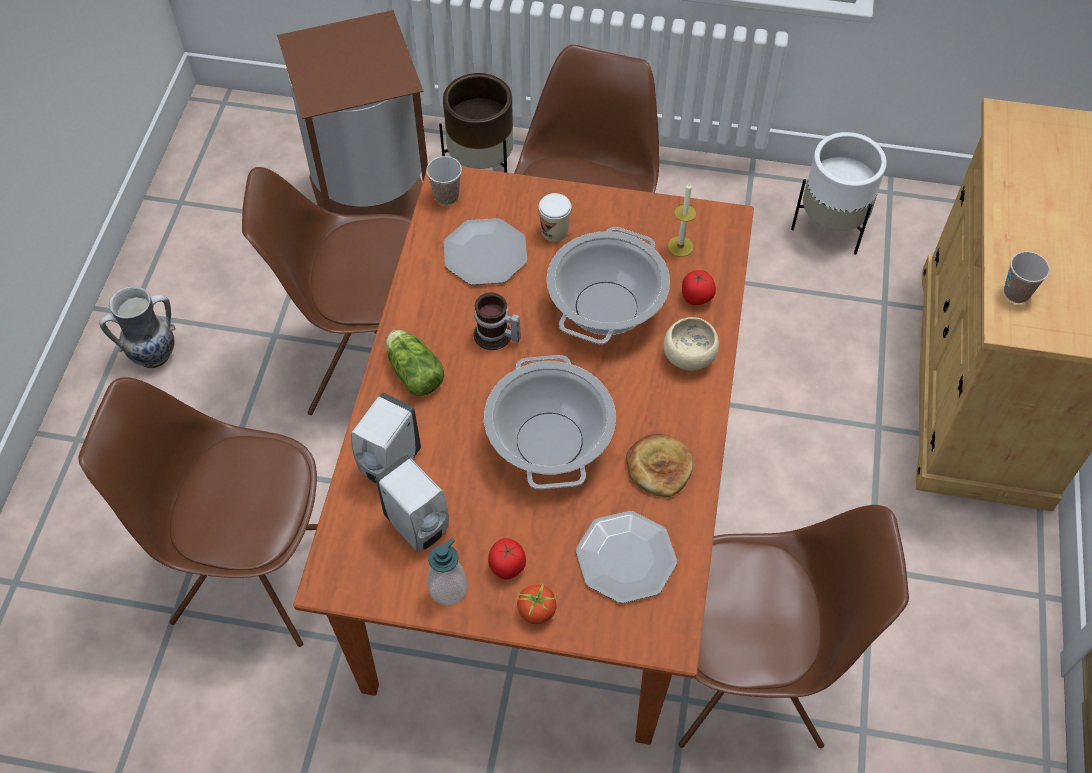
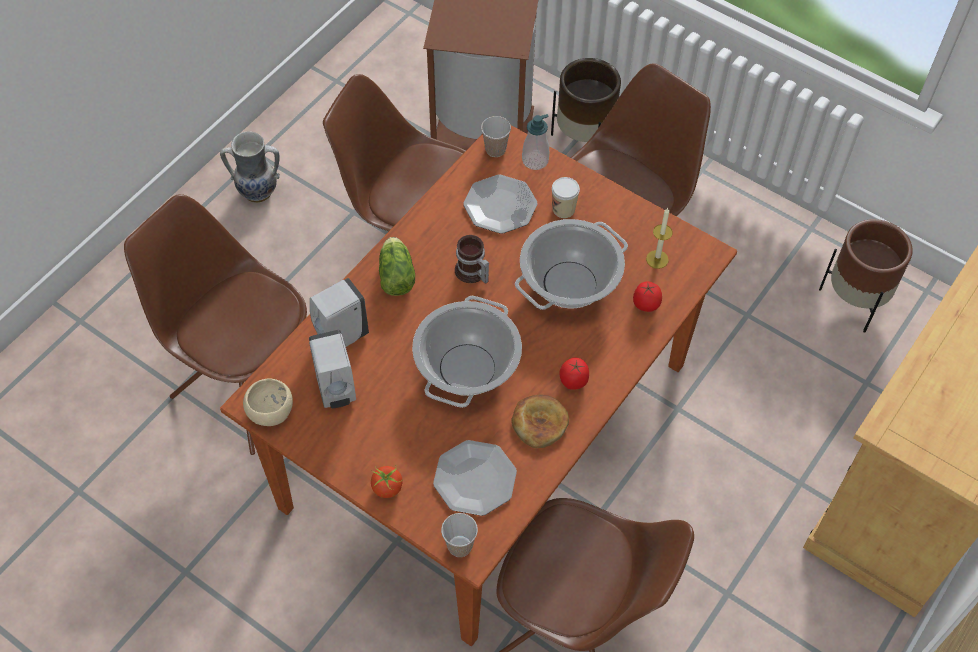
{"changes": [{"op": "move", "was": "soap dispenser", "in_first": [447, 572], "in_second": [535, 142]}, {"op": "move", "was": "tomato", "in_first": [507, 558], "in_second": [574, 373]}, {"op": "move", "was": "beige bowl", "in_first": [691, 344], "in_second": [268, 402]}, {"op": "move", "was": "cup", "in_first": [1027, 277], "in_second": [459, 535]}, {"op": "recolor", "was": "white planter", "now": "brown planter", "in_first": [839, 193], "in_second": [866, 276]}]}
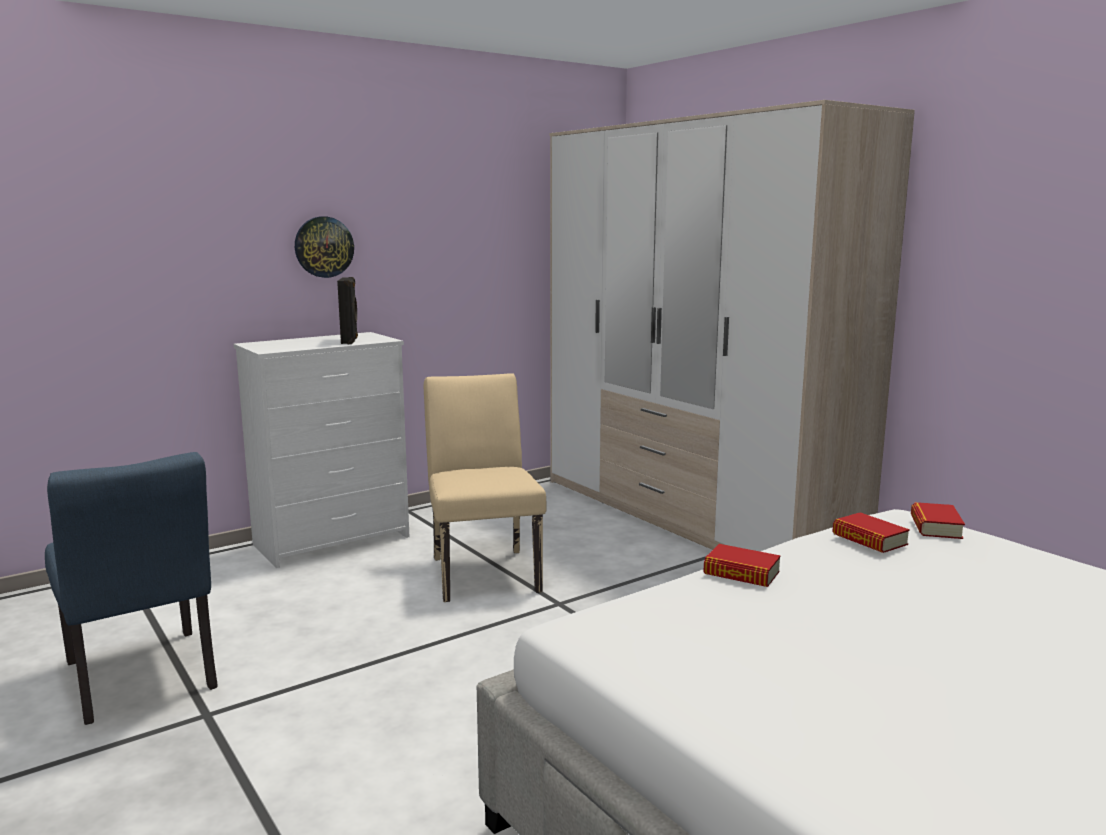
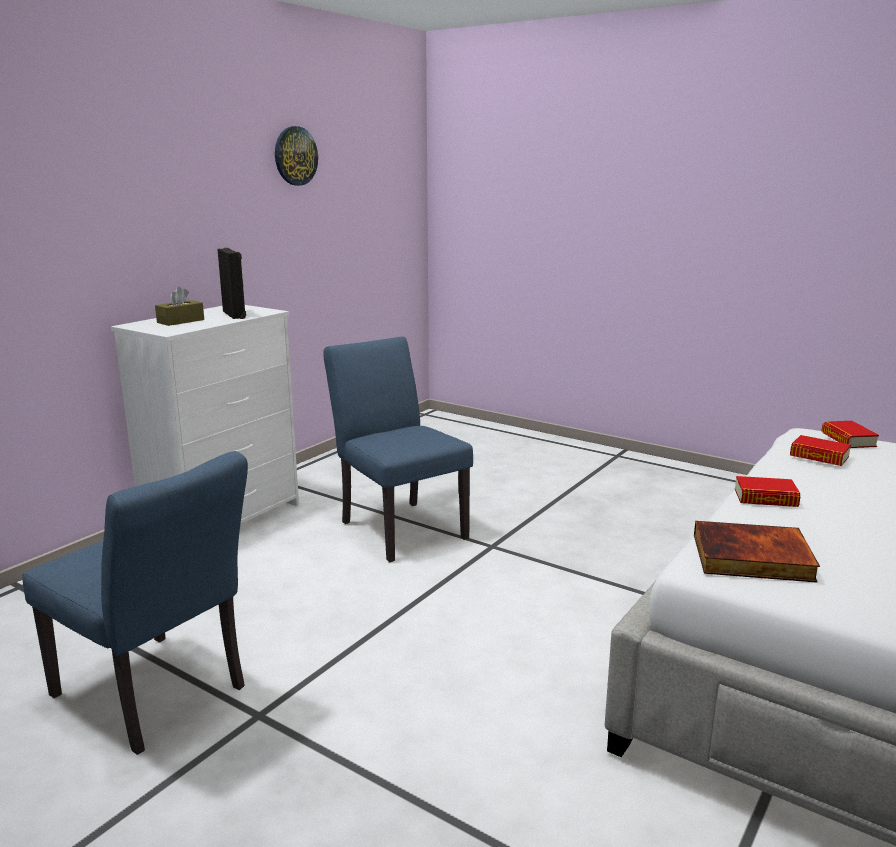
{"changes": [{"op": "delete", "was": "wardrobe", "in_first": [732, 325]}, {"op": "insert", "now": "brown tissue box", "in_second": [179, 306]}, {"op": "insert", "now": "book", "in_second": [757, 552]}, {"op": "move", "was": "wall clock", "in_first": [324, 247], "in_second": [296, 156]}, {"op": "recolor", "was": "beige chair", "now": "blue chair", "in_first": [485, 487], "in_second": [398, 449]}]}
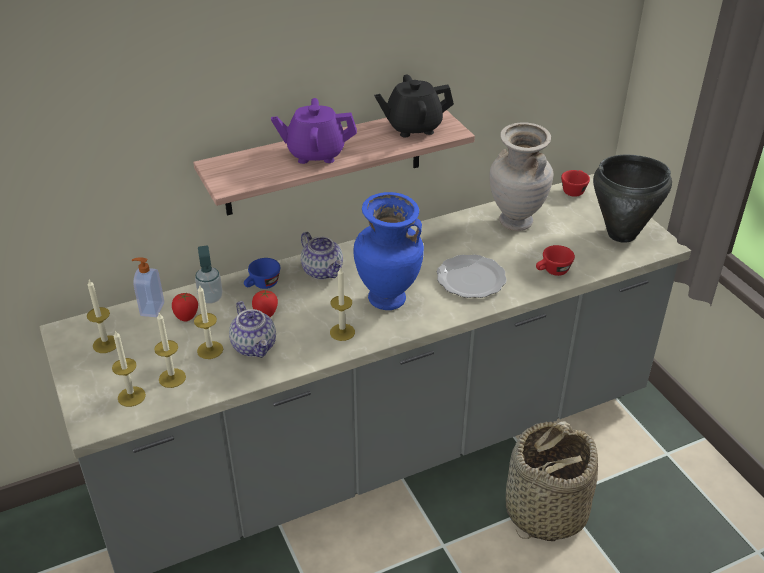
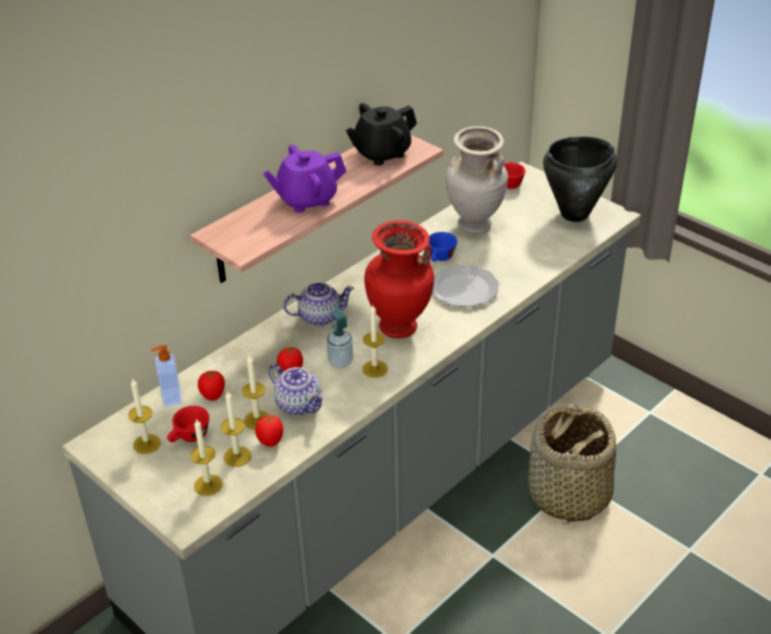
{"changes": [{"op": "insert", "now": "tomato", "in_second": [269, 431]}, {"op": "move", "was": "soap dispenser", "in_first": [209, 274], "in_second": [340, 338]}, {"op": "move", "was": "blue cup", "in_first": [262, 273], "in_second": [443, 247]}, {"op": "move", "was": "red cup", "in_first": [555, 260], "in_second": [188, 424]}, {"op": "recolor", "was": "blue vase", "now": "red vase", "in_first": [389, 251], "in_second": [399, 279]}, {"op": "rotate", "was": "teapot", "in_first": [322, 256], "in_second": [318, 304], "clockwise": -45}]}
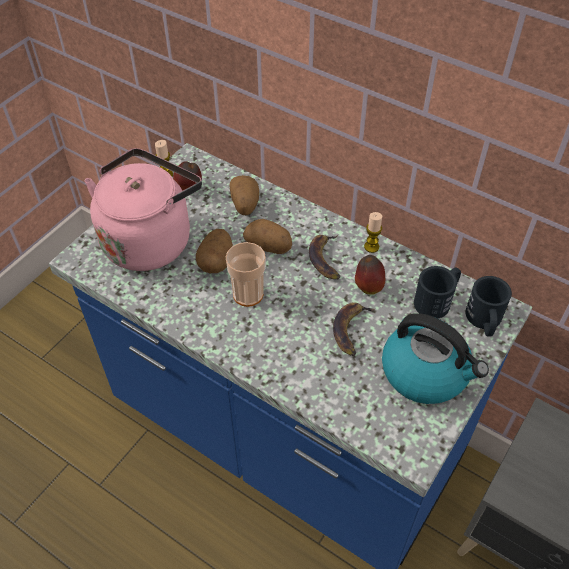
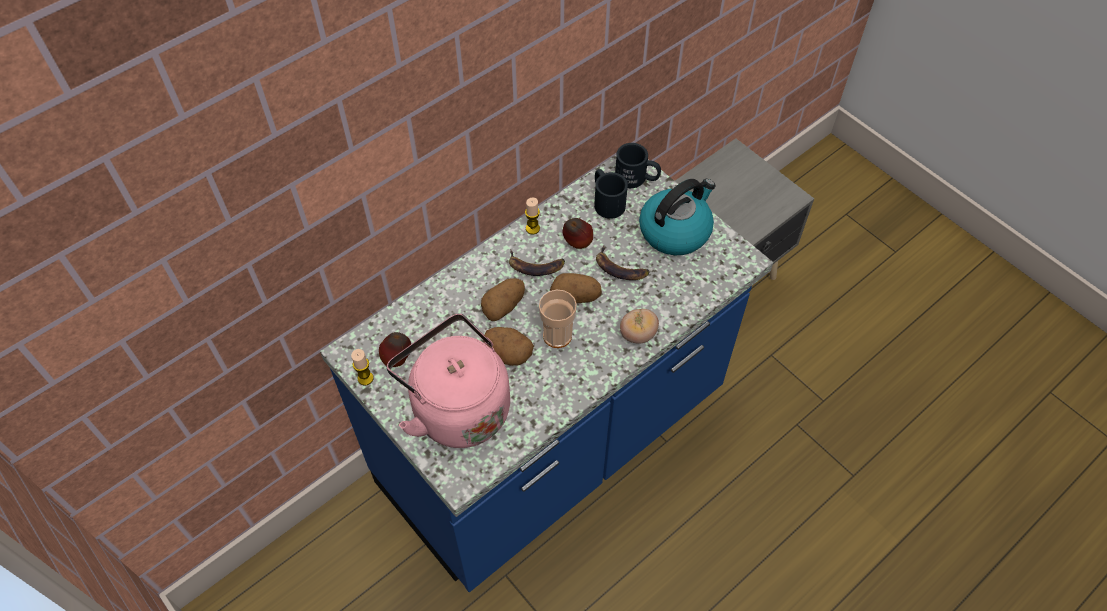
{"changes": [{"op": "insert", "now": "tomato", "in_second": [639, 326]}, {"op": "move", "was": "potato", "in_first": [244, 195], "in_second": [576, 288]}]}
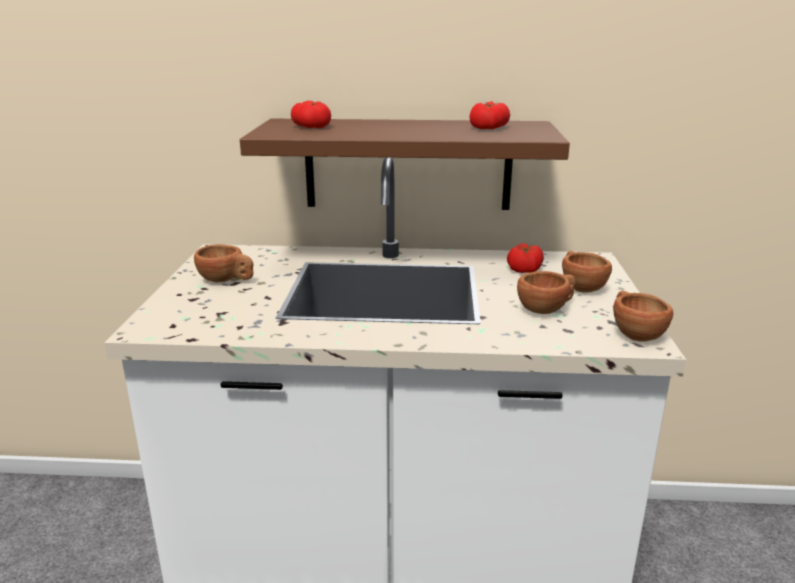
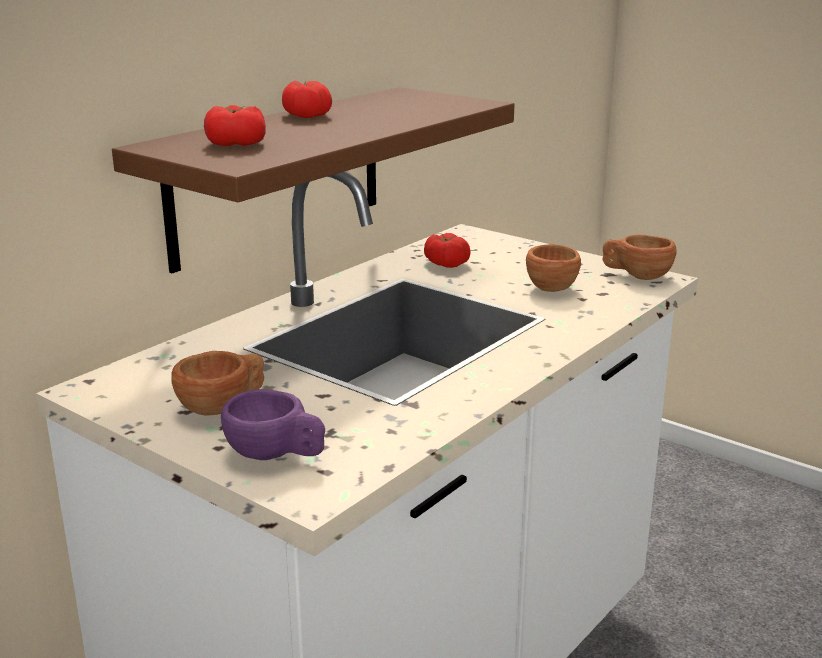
{"changes": [{"op": "delete", "was": "brown cup", "in_first": [587, 272]}, {"op": "insert", "now": "purple cup", "in_second": [273, 424]}, {"op": "move", "was": "tomato", "in_first": [489, 115], "in_second": [307, 99]}]}
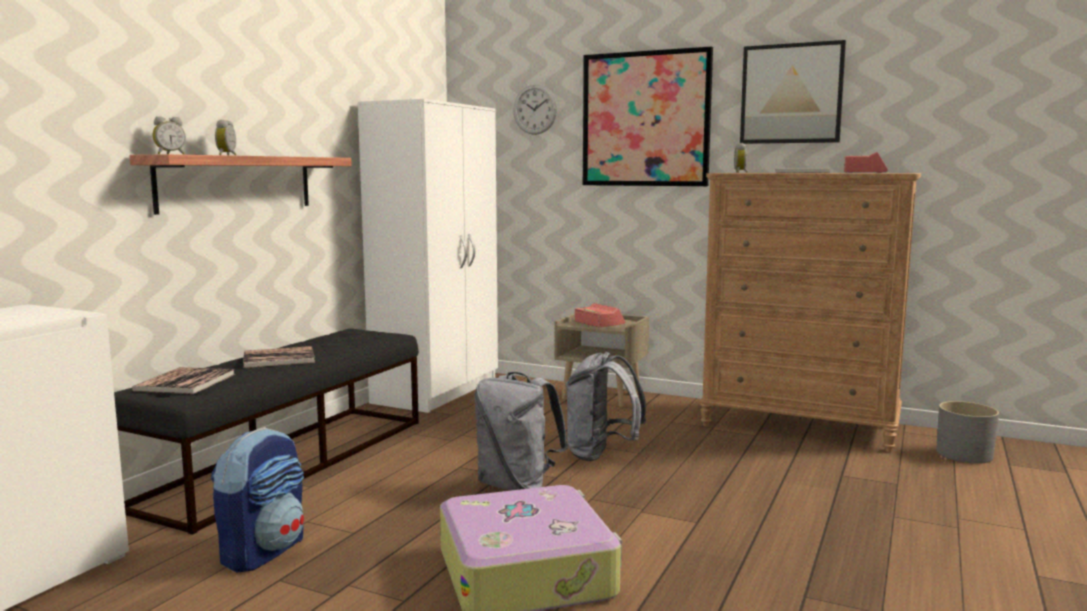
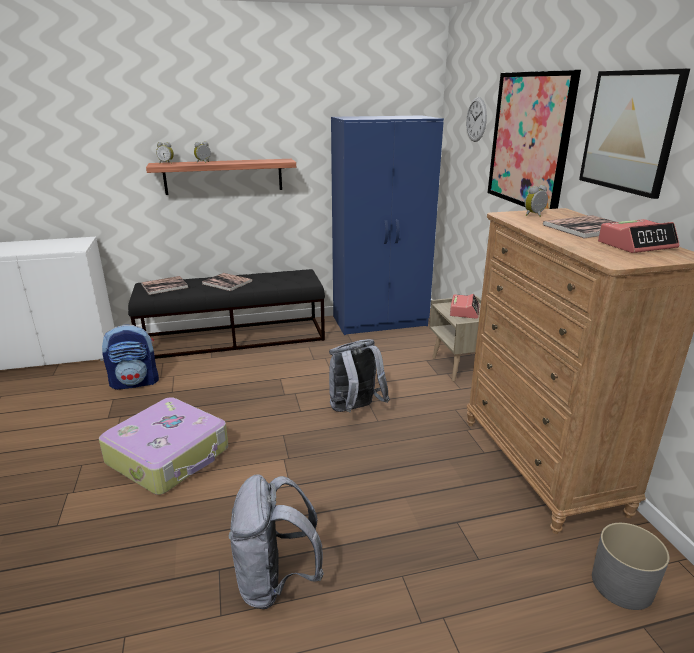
{"changes": [{"op": "move", "was": "grey backpack", "in_first": [521, 431], "in_second": [276, 541]}, {"op": "recolor", "was": "white wardrobe", "now": "blue wardrobe", "in_first": [428, 256], "in_second": [387, 225]}]}
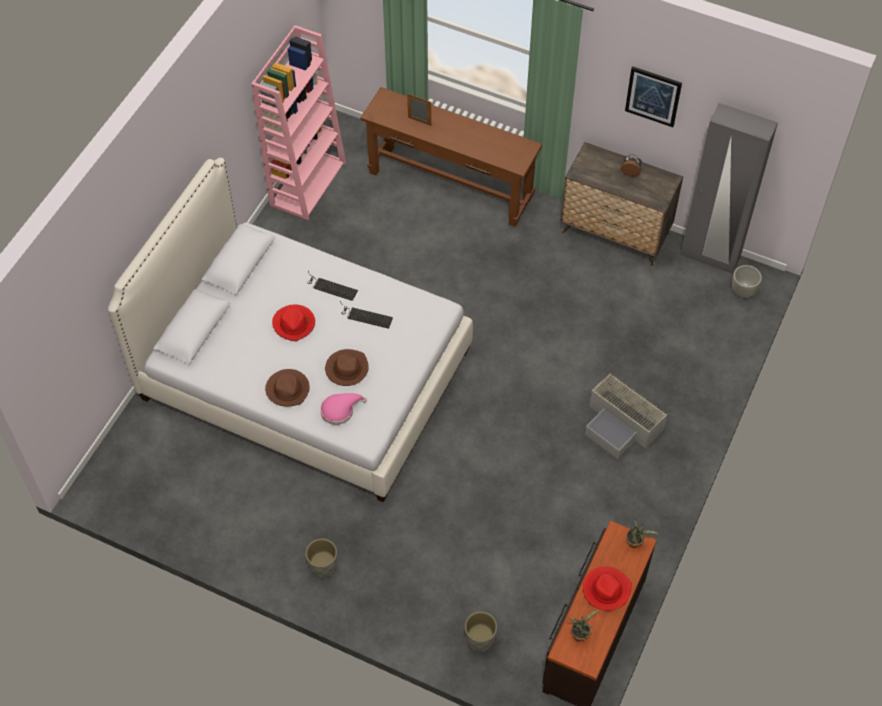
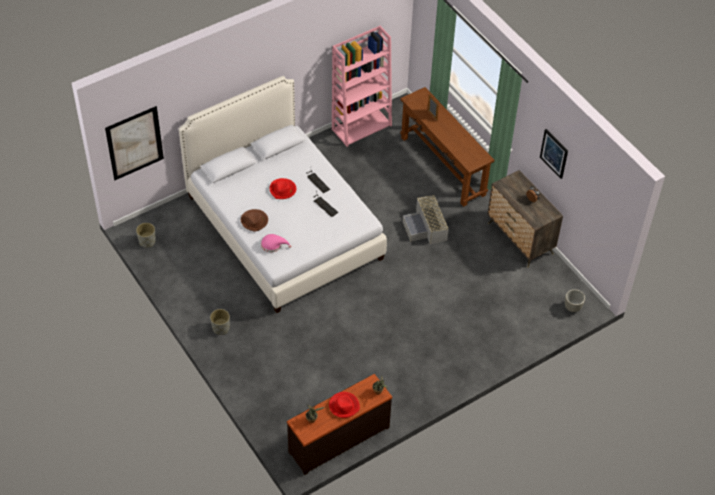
{"changes": [{"op": "delete", "was": "brown hat", "in_first": [347, 367]}, {"op": "delete", "was": "grey wardrobe", "in_first": [729, 188]}, {"op": "insert", "now": "picture", "in_second": [134, 143]}, {"op": "move", "was": "grey planter", "in_first": [481, 632], "in_second": [146, 235]}, {"op": "move", "was": "grey storage box", "in_first": [626, 416], "in_second": [426, 219]}]}
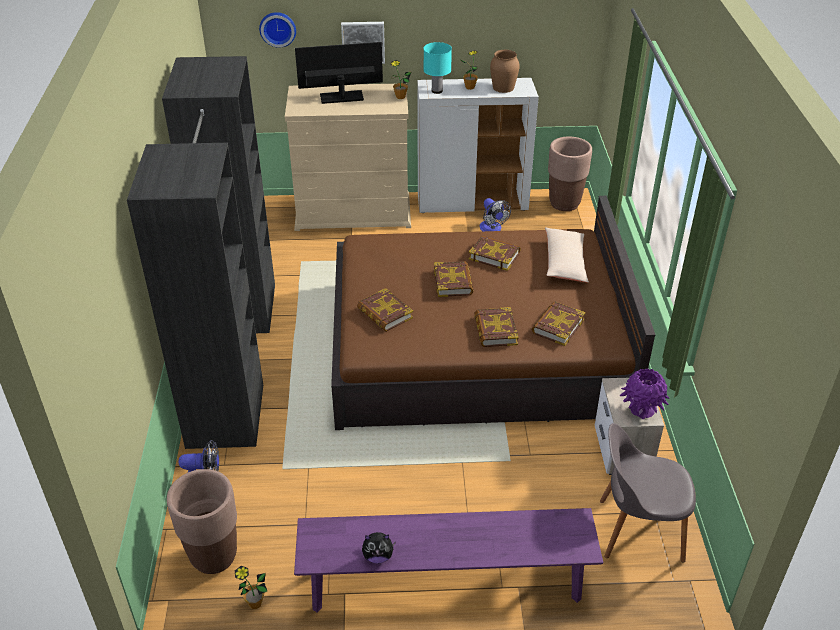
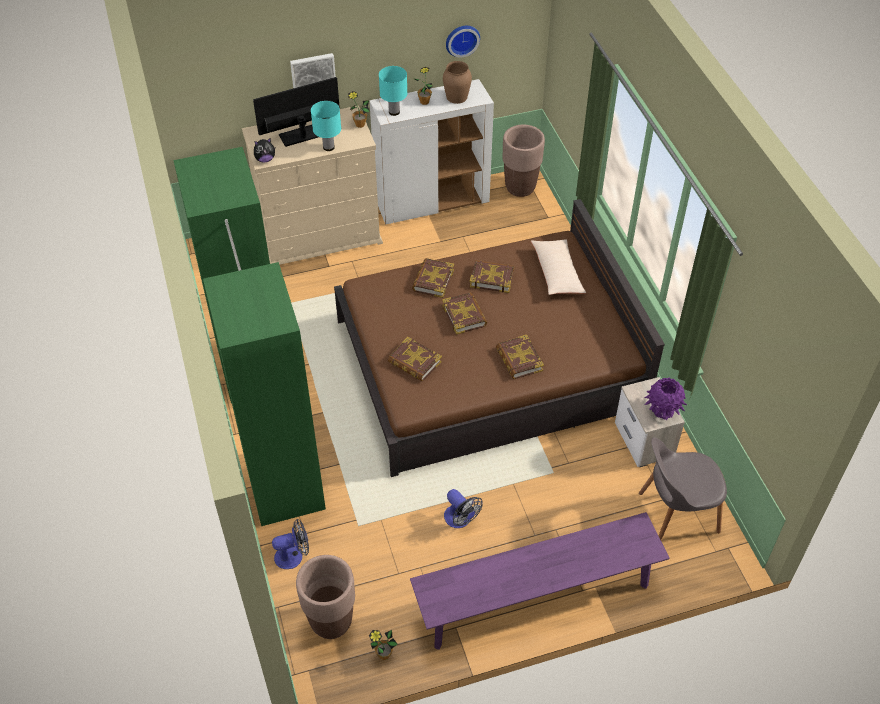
{"changes": [{"op": "insert", "now": "turquoise table lamp", "in_second": [326, 126]}, {"op": "move", "was": "wall clock", "in_first": [277, 30], "in_second": [463, 42]}, {"op": "move", "was": "plush toy", "in_first": [379, 548], "in_second": [264, 151]}, {"op": "move", "was": "fan", "in_first": [495, 214], "in_second": [463, 508]}, {"op": "move", "was": "book", "in_first": [558, 323], "in_second": [433, 278]}, {"op": "recolor", "was": "black wardrobe", "now": "green wardrobe", "in_first": [201, 252], "in_second": [249, 336]}]}
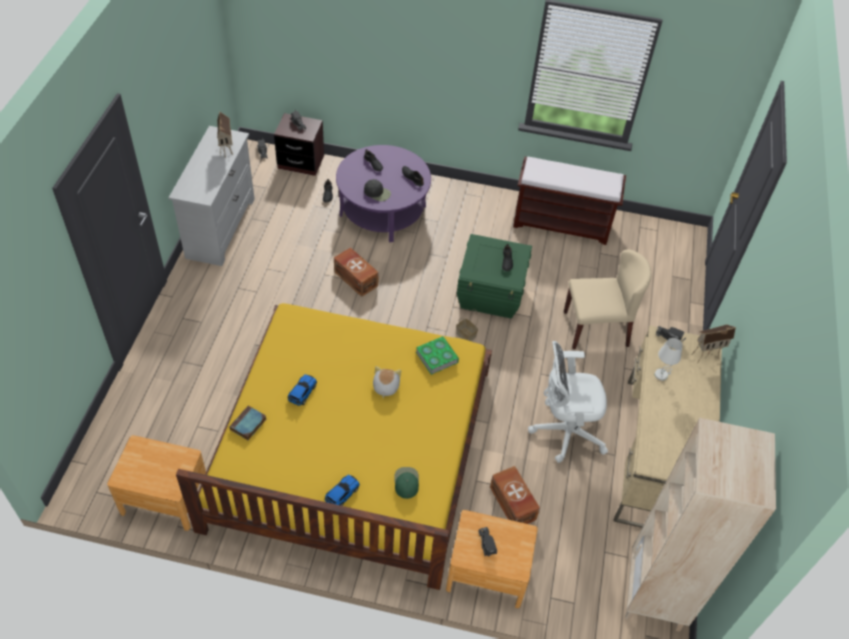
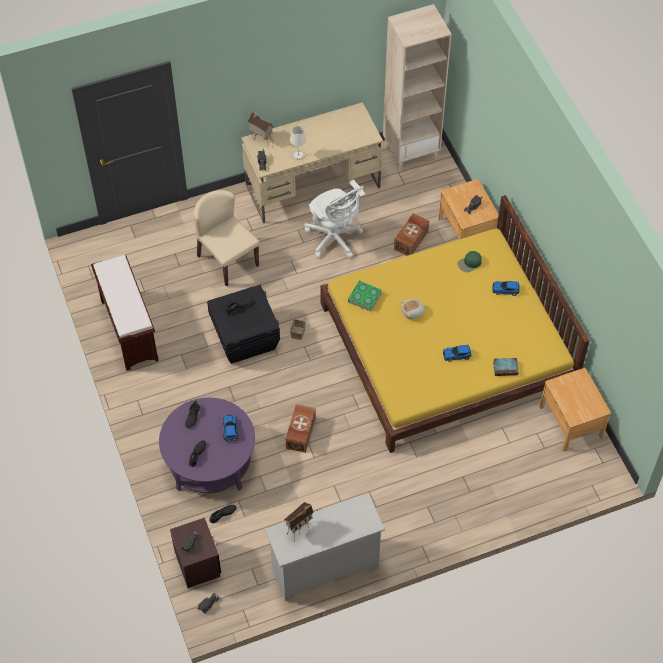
{"changes": [{"op": "replace", "was": "black cap", "now": "toy car", "in_first": [377, 190], "in_second": [230, 428]}, {"op": "recolor", "was": "green storage box", "now": "black storage box", "in_first": [494, 276], "in_second": [243, 324]}]}
